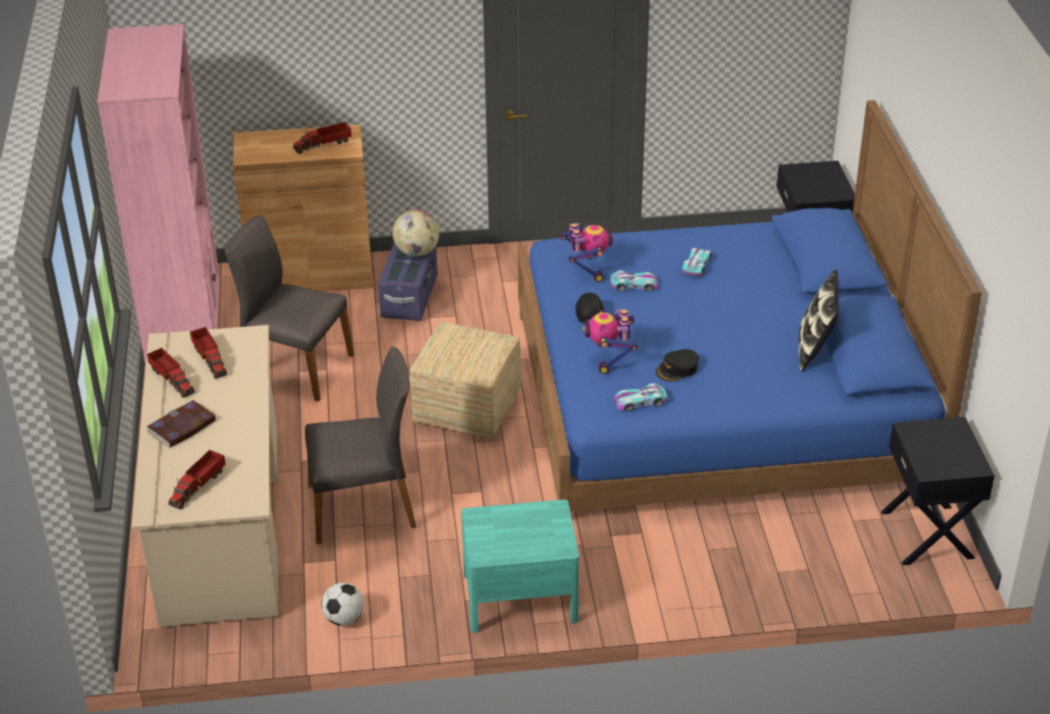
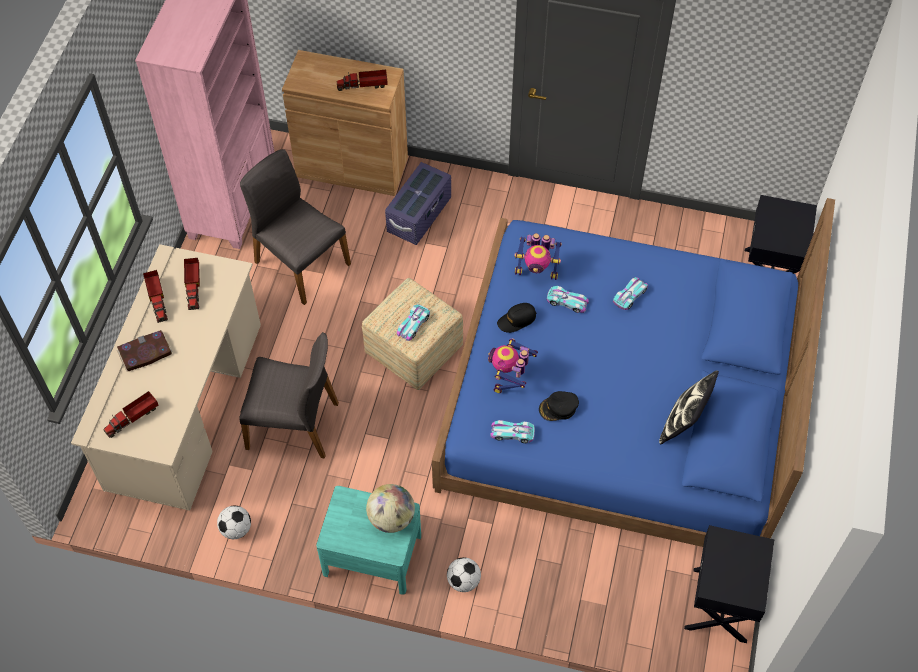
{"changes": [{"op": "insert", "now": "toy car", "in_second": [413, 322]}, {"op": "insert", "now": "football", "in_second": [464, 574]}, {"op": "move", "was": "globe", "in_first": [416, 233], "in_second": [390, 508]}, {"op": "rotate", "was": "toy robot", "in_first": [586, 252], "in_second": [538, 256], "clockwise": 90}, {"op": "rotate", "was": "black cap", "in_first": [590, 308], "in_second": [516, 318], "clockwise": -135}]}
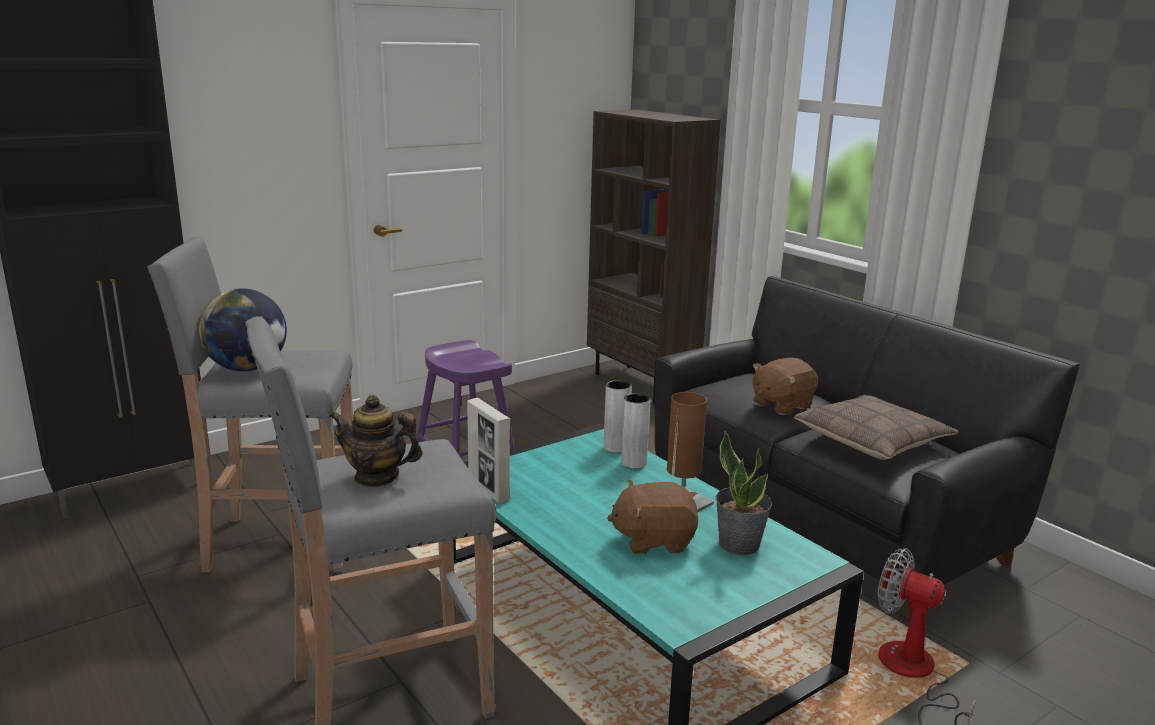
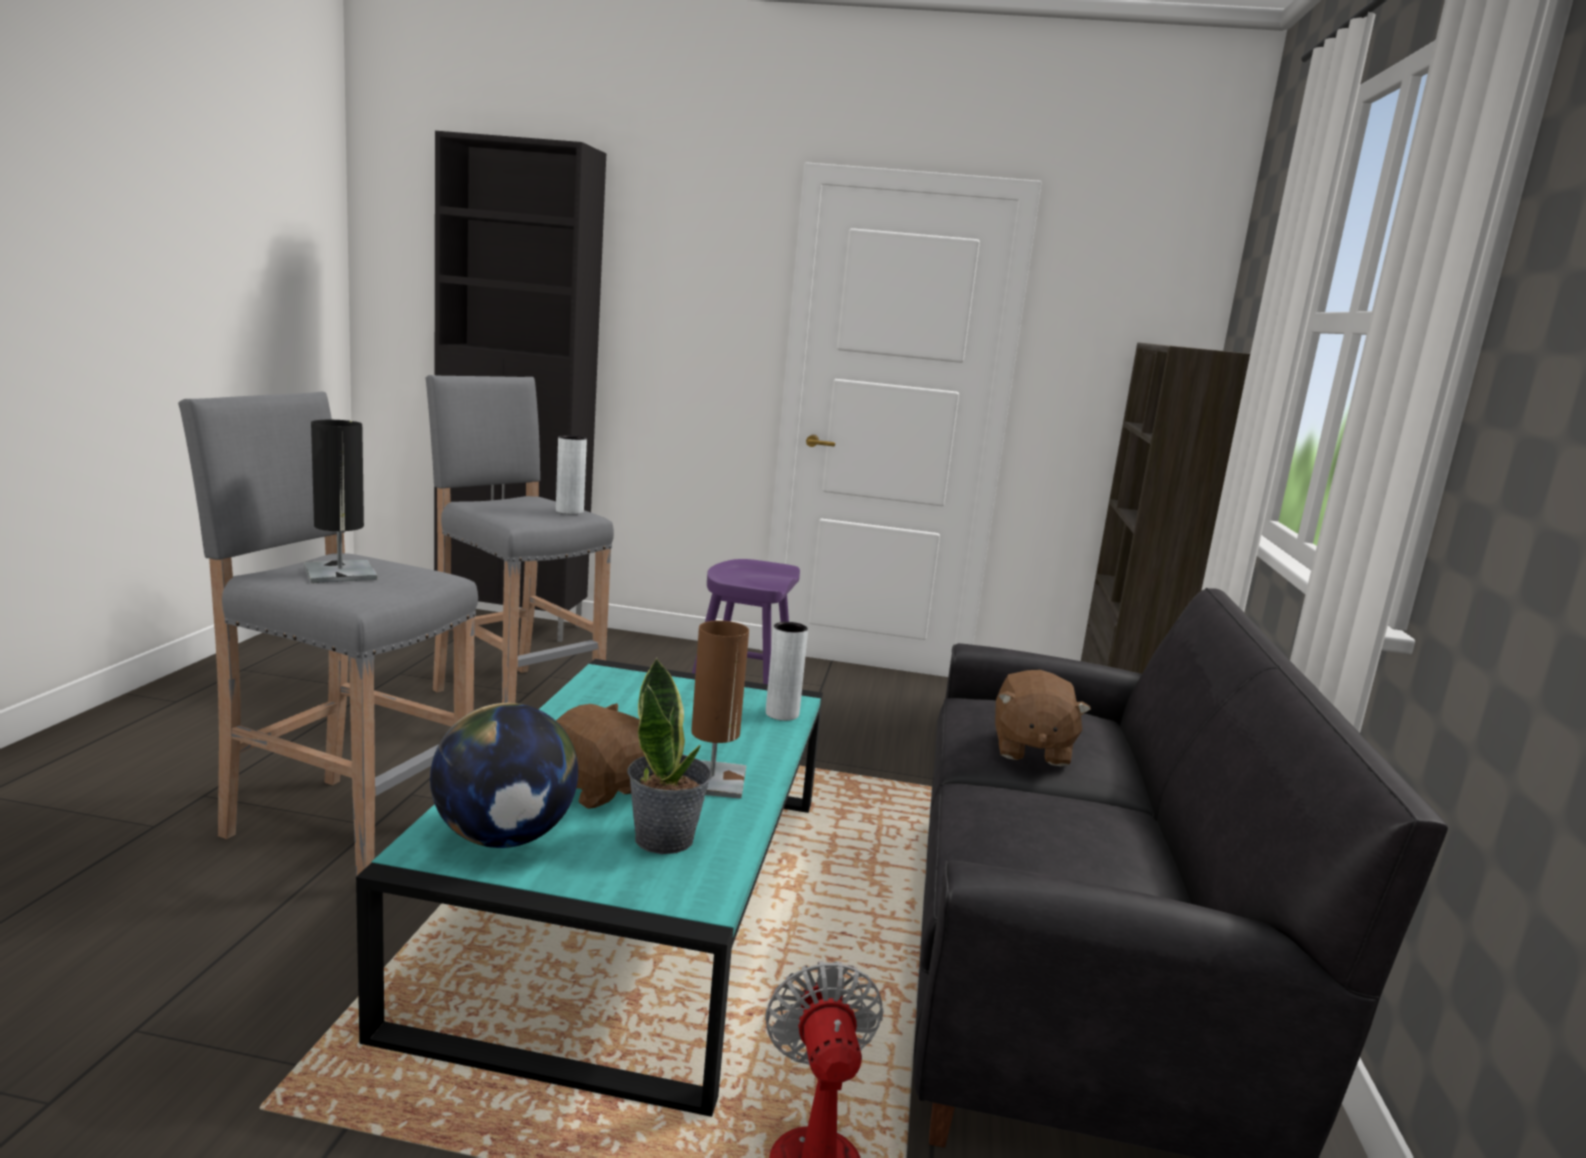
{"changes": [{"op": "delete", "was": "picture frame", "in_first": [488, 450]}, {"op": "delete", "was": "pillow", "in_first": [876, 427]}, {"op": "move", "was": "globe", "in_first": [243, 329], "in_second": [504, 775]}, {"op": "move", "was": "grey vase", "in_first": [636, 430], "in_second": [571, 474]}, {"op": "replace", "was": "teapot", "now": "black table lamp", "in_first": [376, 441], "in_second": [340, 501]}, {"op": "rotate", "was": "brown plush toy", "in_first": [785, 386], "in_second": [1043, 718], "clockwise": -90}]}
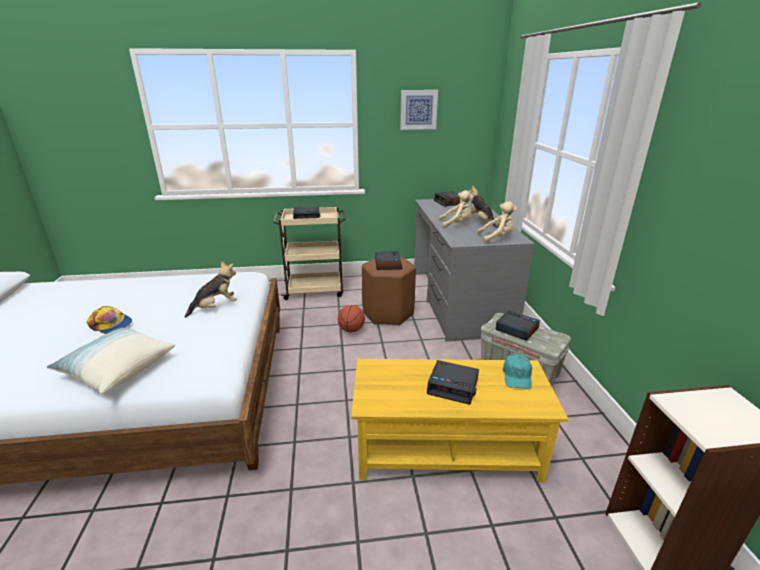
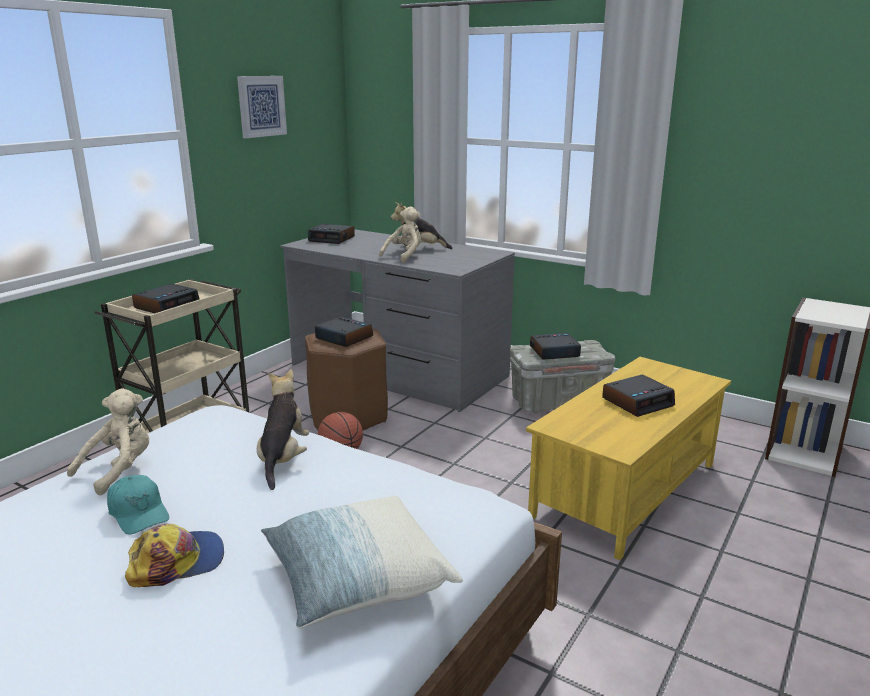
{"changes": [{"op": "move", "was": "beige plush toy", "in_first": [497, 222], "in_second": [108, 441]}, {"op": "move", "was": "turquoise cap", "in_first": [517, 371], "in_second": [138, 504]}]}
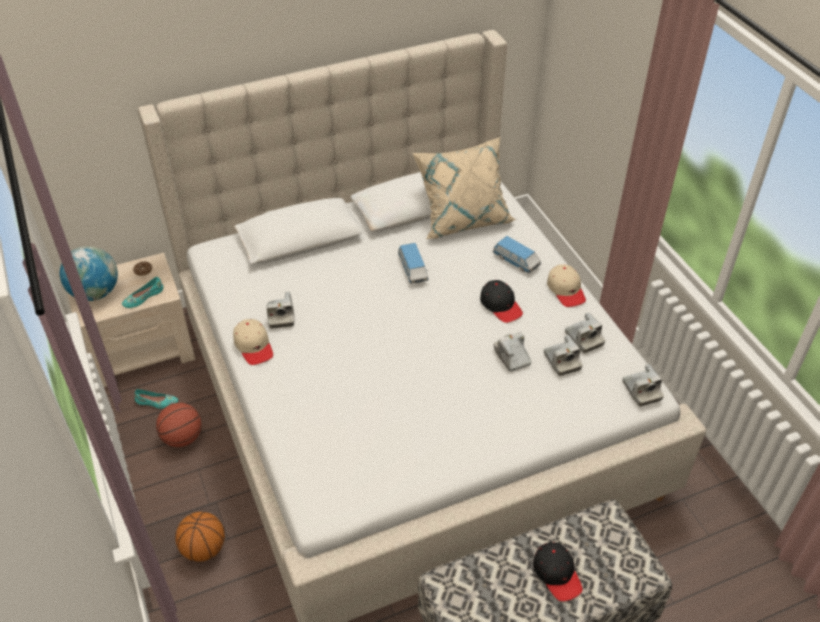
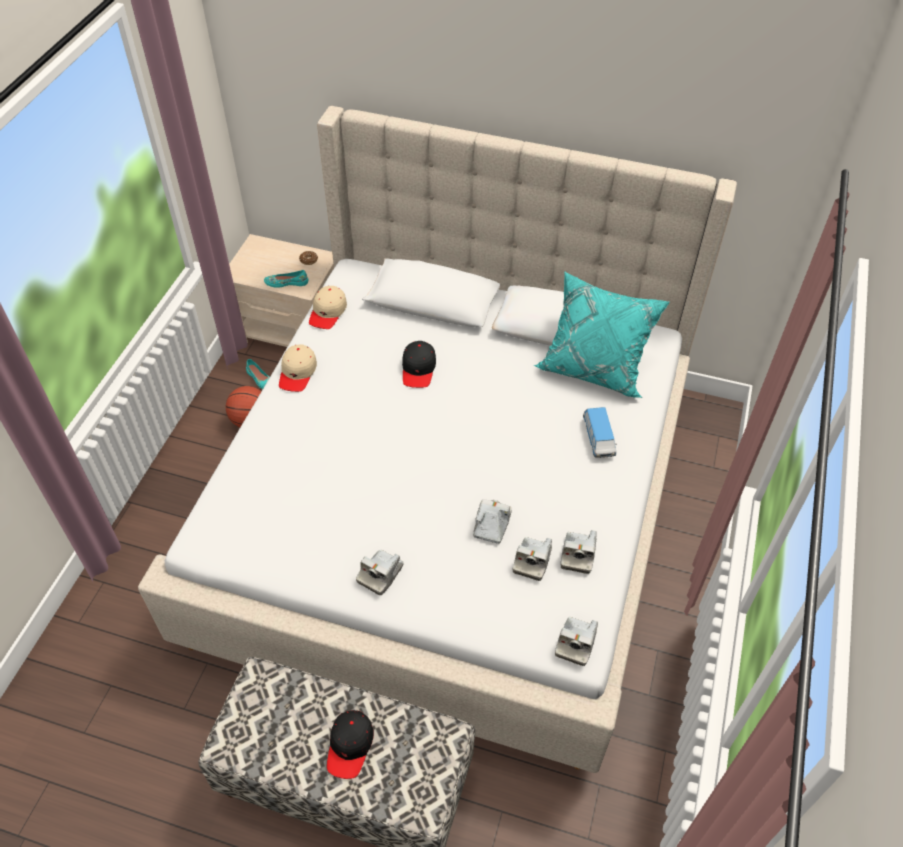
{"changes": [{"op": "delete", "was": "globe", "in_first": [89, 273]}, {"op": "delete", "was": "basketball", "in_first": [200, 537]}, {"op": "delete", "was": "toy car", "in_first": [413, 263]}, {"op": "move", "was": "photo camera", "in_first": [280, 310], "in_second": [380, 572]}, {"op": "move", "was": "black cap", "in_first": [501, 301], "in_second": [419, 364]}, {"op": "move", "was": "beige cap", "in_first": [566, 285], "in_second": [328, 307]}, {"op": "recolor", "was": "beige pillow", "now": "turquoise pillow", "in_first": [464, 188], "in_second": [602, 334]}]}
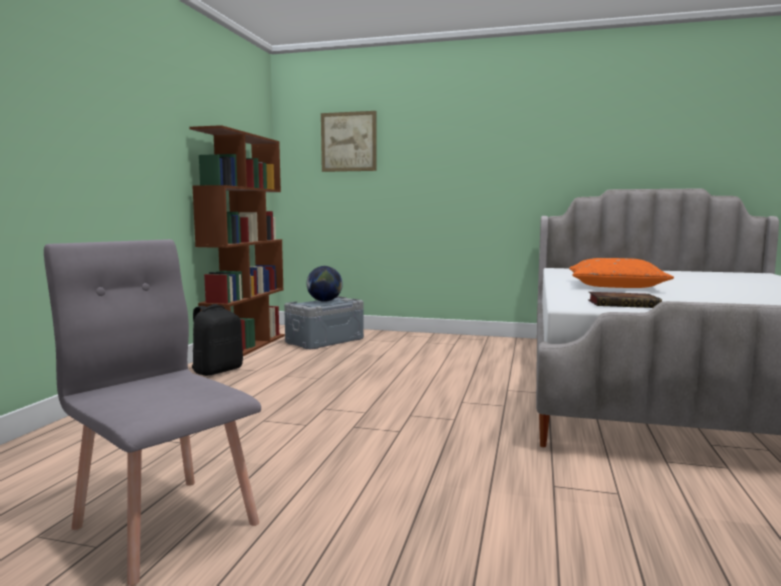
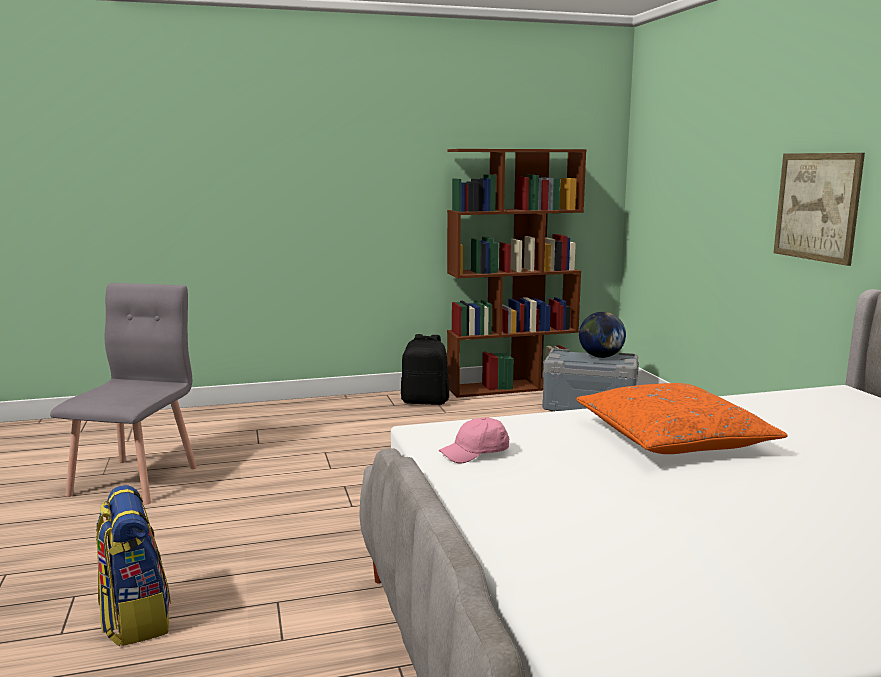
{"changes": [{"op": "insert", "now": "backpack", "in_second": [133, 565]}, {"op": "move", "was": "picture", "in_first": [349, 141], "in_second": [819, 209]}, {"op": "replace", "was": "book", "now": "pink cap", "in_first": [625, 300], "in_second": [473, 441]}]}
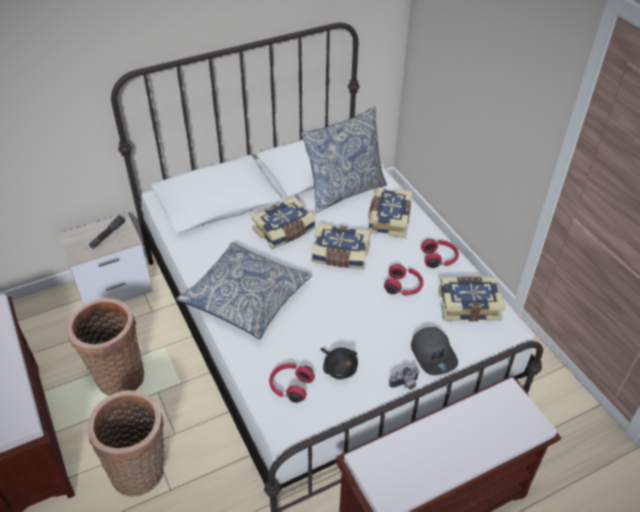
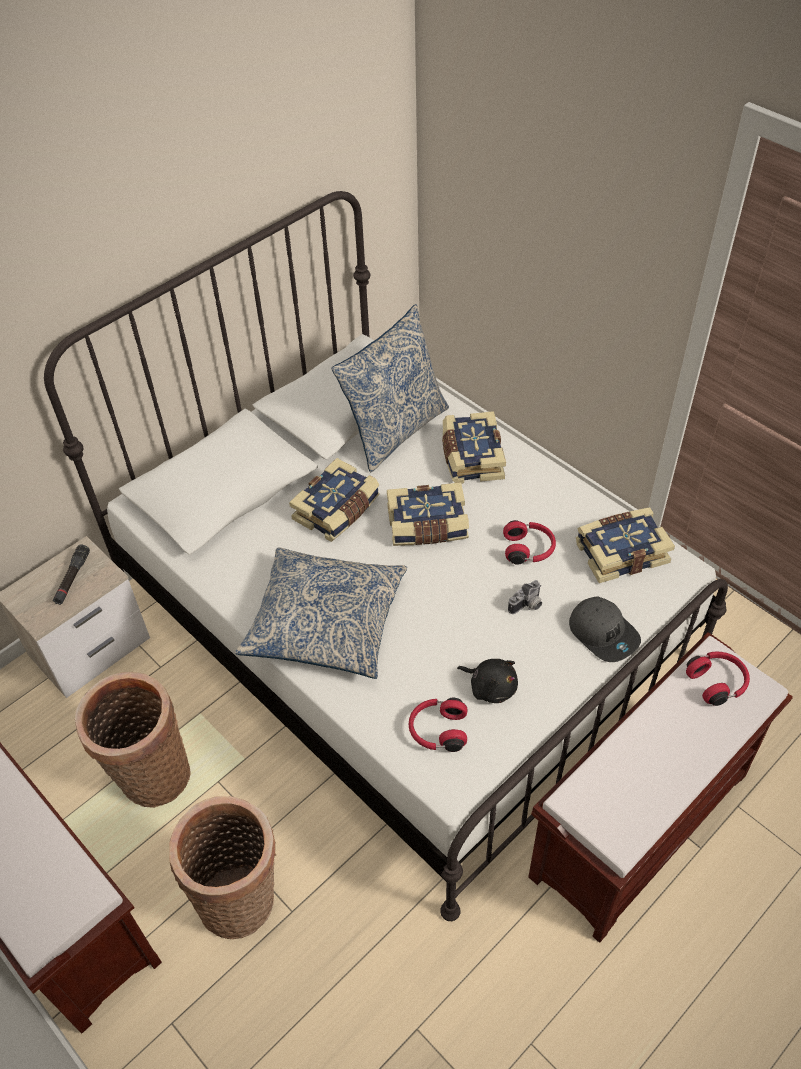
{"changes": [{"op": "move", "was": "photo camera", "in_first": [404, 377], "in_second": [525, 597]}, {"op": "move", "was": "red headphones", "in_first": [440, 253], "in_second": [718, 678]}]}
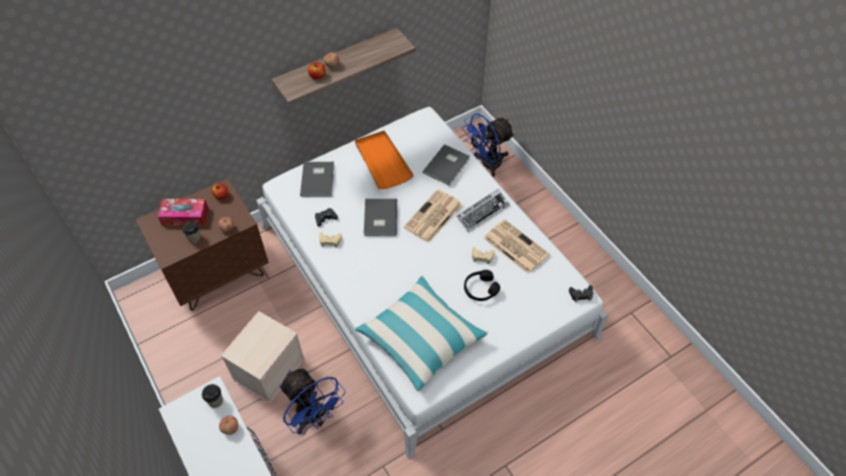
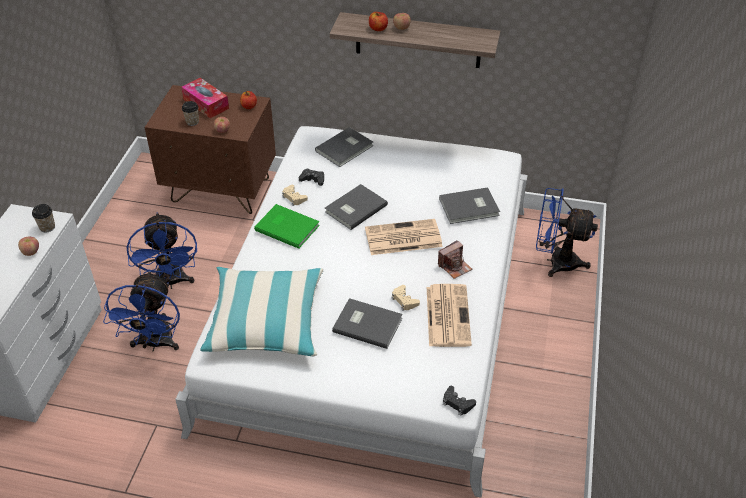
{"changes": [{"op": "delete", "was": "orange tray", "in_first": [384, 159]}, {"op": "insert", "now": "green book", "in_second": [287, 226]}, {"op": "replace", "was": "beige storage box", "now": "blue fan", "in_first": [263, 357], "in_second": [161, 250]}, {"op": "replace", "was": "keyboard", "now": "photo camera", "in_first": [483, 210], "in_second": [455, 259]}, {"op": "replace", "was": "black headphones", "now": "grey book", "in_first": [482, 285], "in_second": [367, 323]}]}
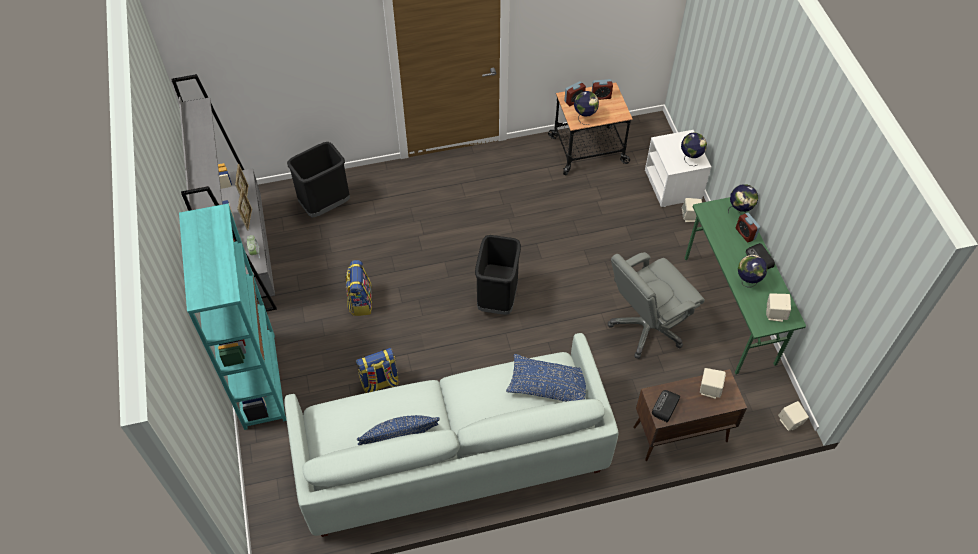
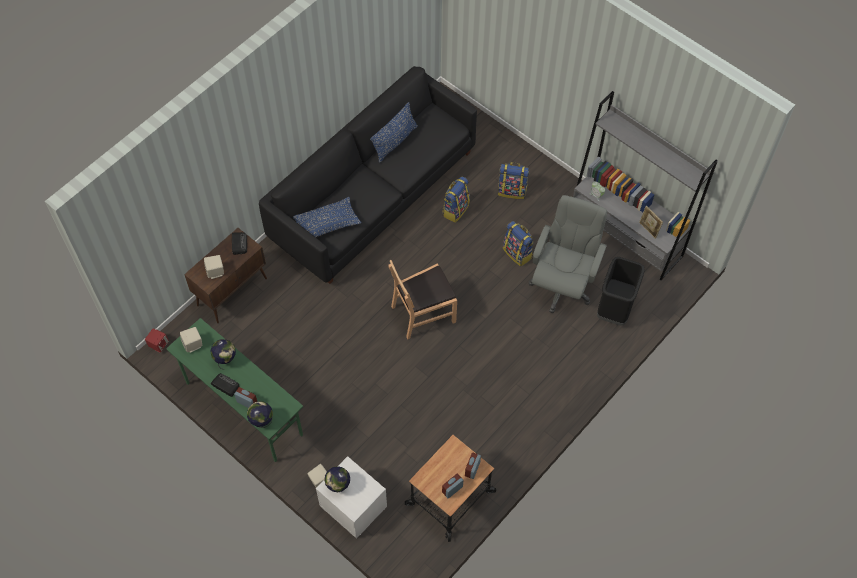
{"changes": [{"op": "delete", "was": "turquoise bookcase", "in_first": [233, 316]}, {"op": "delete", "was": "picture frame", "in_first": [244, 209]}, {"op": "delete", "was": "globe", "in_first": [586, 108]}, {"op": "insert", "now": "backpack", "in_second": [513, 180]}, {"op": "move", "was": "grey office chair", "in_first": [656, 305], "in_second": [568, 254]}, {"op": "replace", "was": "black trash can", "now": "brown chair", "in_first": [498, 275], "in_second": [422, 299]}, {"op": "recolor", "was": "white sofa", "now": "black sofa", "in_first": [452, 435], "in_second": [368, 175]}, {"op": "recolor", "was": "beige speaker", "now": "red speaker", "in_first": [793, 416], "in_second": [157, 340]}]}
